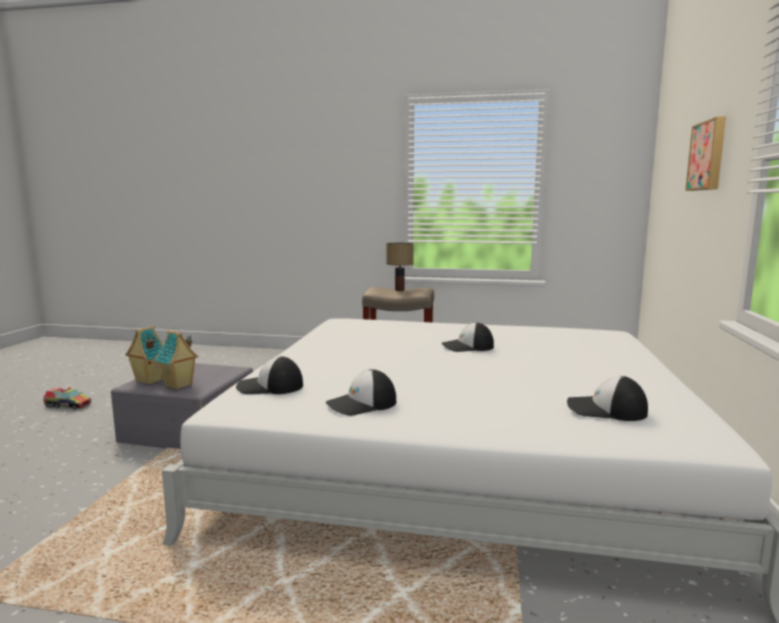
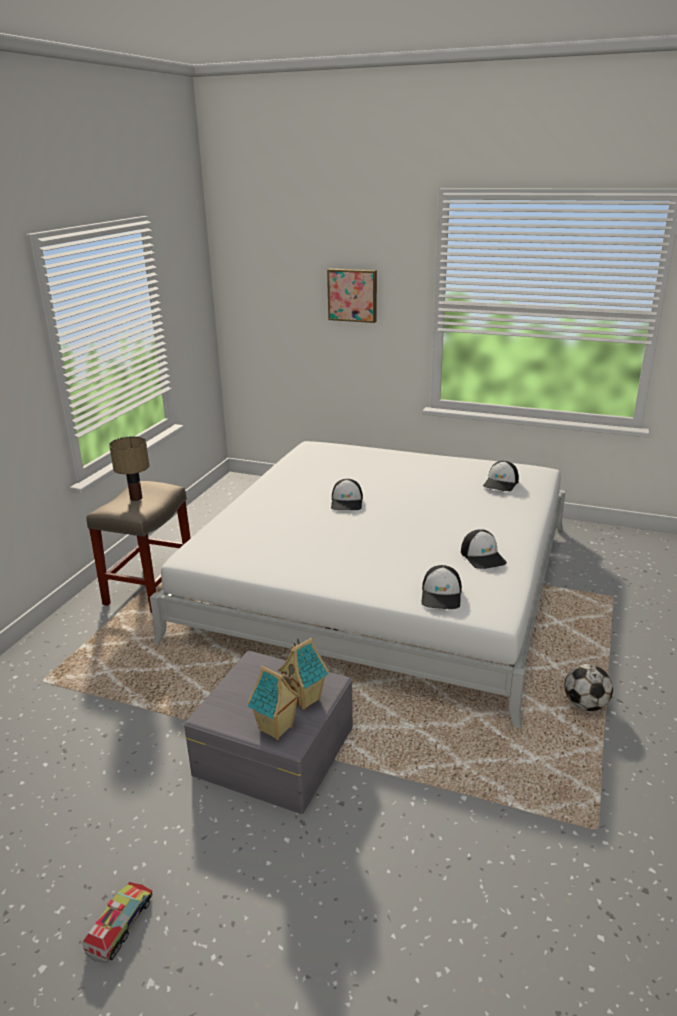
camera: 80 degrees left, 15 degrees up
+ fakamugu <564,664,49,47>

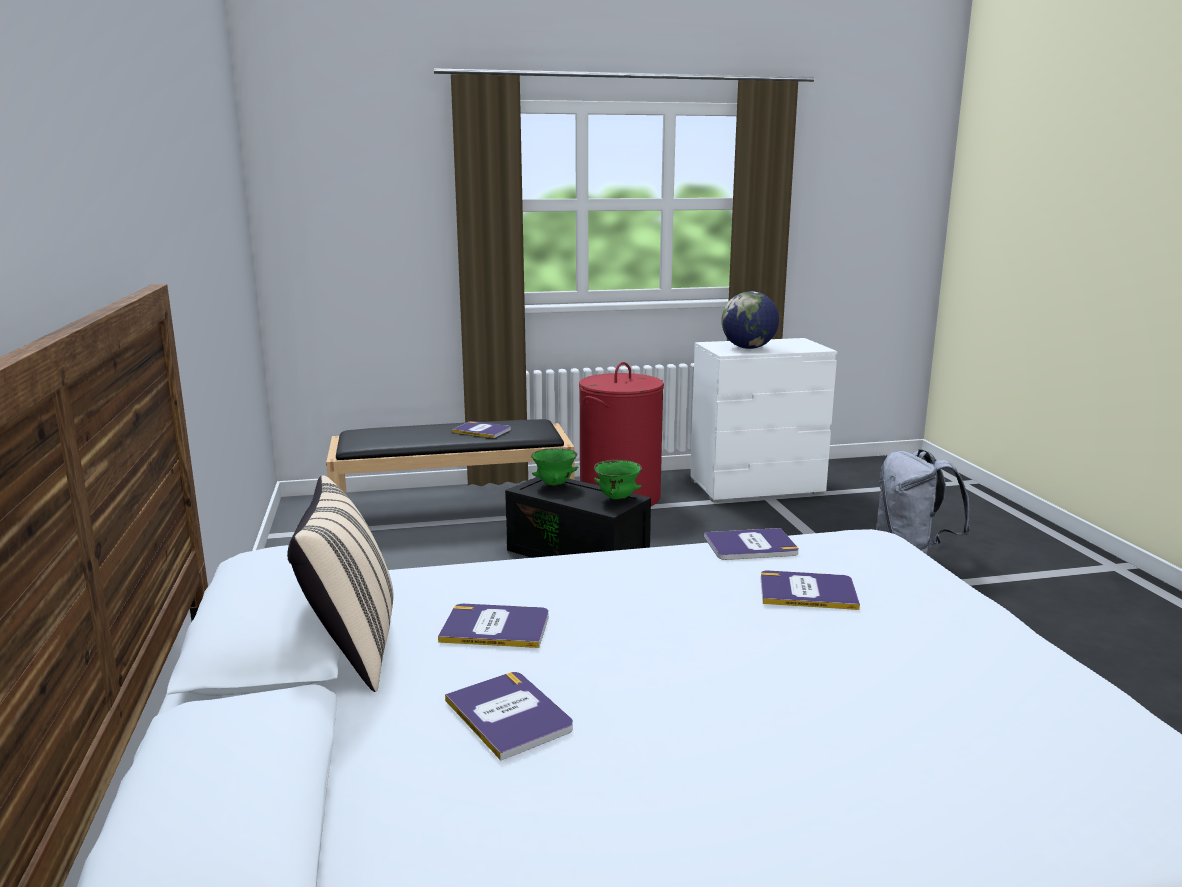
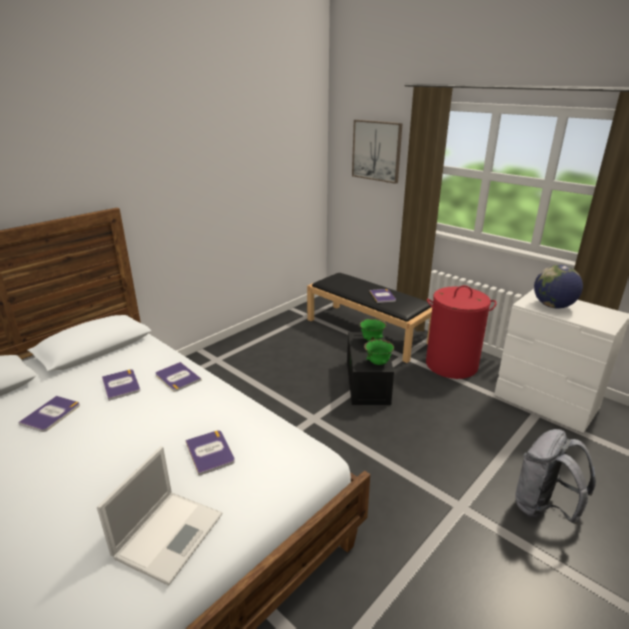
camera: 55 degrees right, 10 degrees up
- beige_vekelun <287,475,107,217>
~ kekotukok <704,528,95,32> to <156,362,45,30>
+ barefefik <352,120,51,64>
+ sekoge <97,446,125,140>

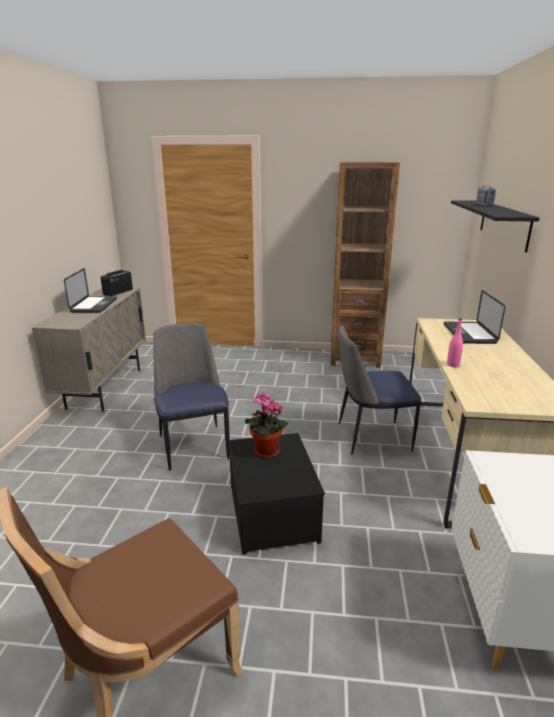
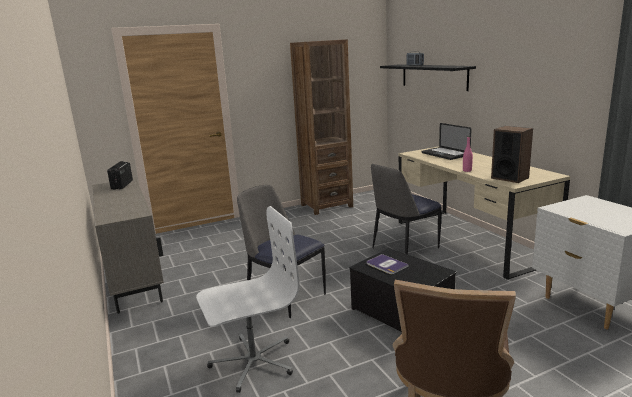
camera: 30 degrees left, 5 degrees down
- sekoge <64,268,53,45>
~ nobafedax <245,392,43,66> to kekotukok <367,254,42,20>
+ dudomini <491,126,42,57>
+ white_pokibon <196,206,104,187>

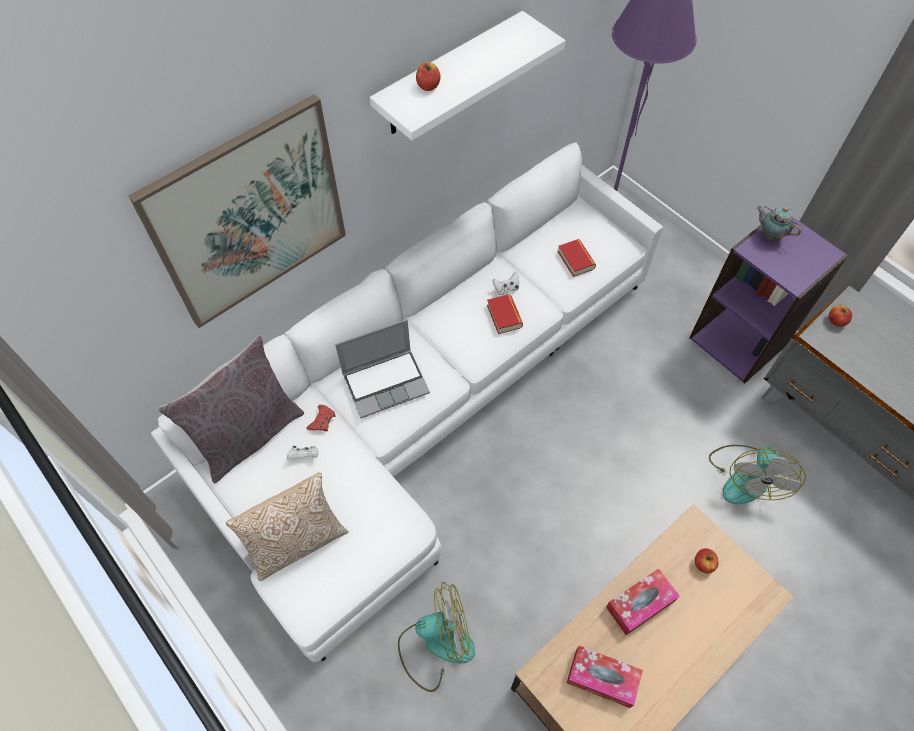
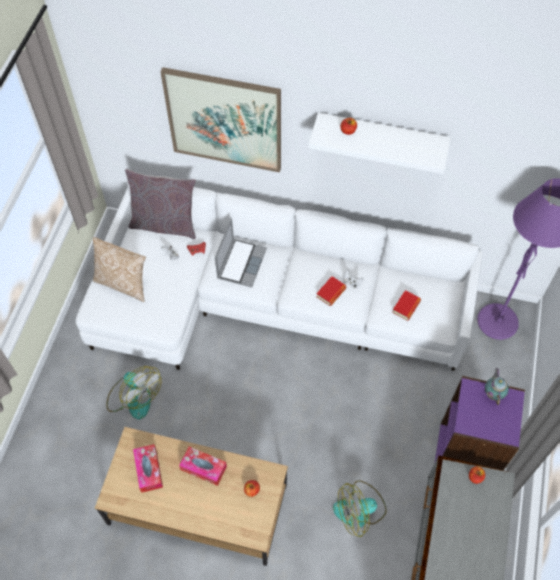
camera: 55 degrees right, 0 degrees up
~ sekoge <335,319,95,100> = <215,218,52,70> 105 degrees counterclockwise

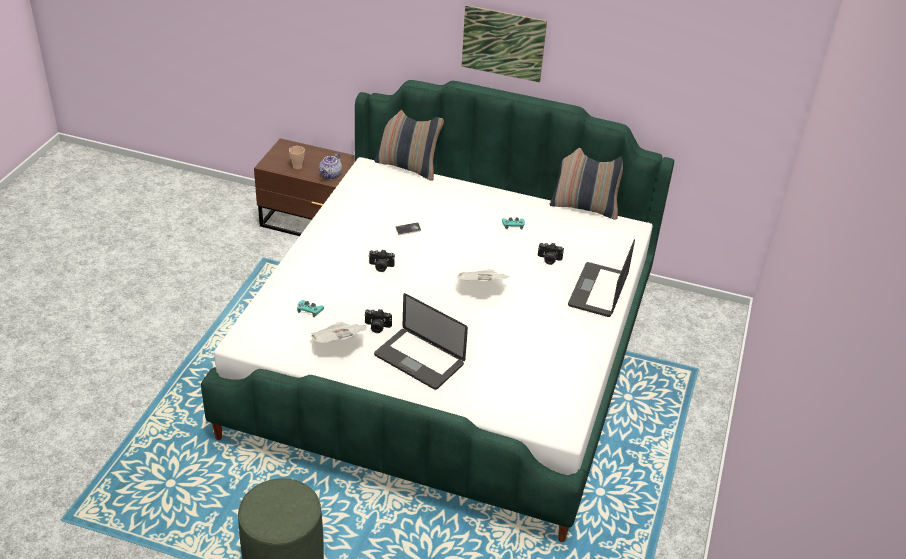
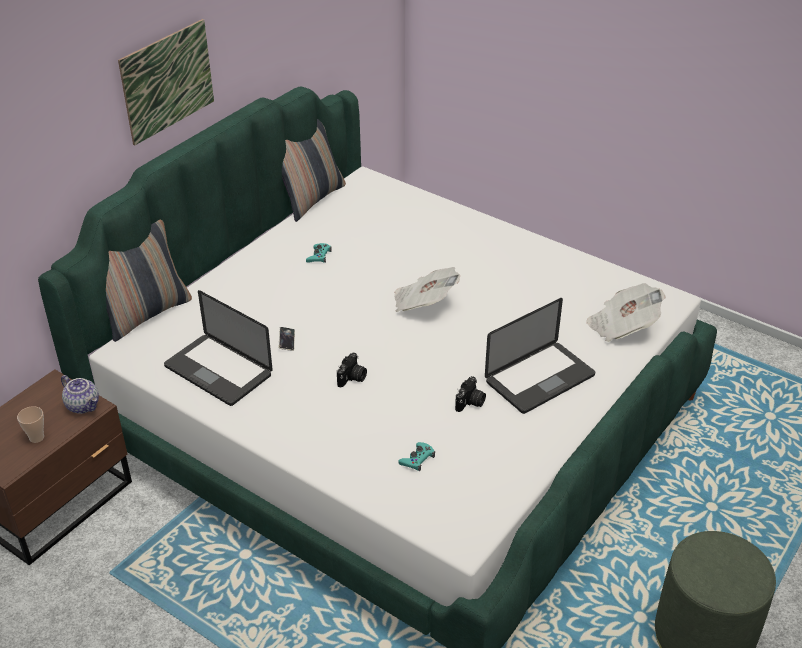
camera: 70 degrees left, 0 degrees up
~ sekoge <568,239,67,78> to <164,290,109,116>
- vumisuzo <538,243,26,22>
~ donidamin <311,322,56,21> to <586,283,80,59>

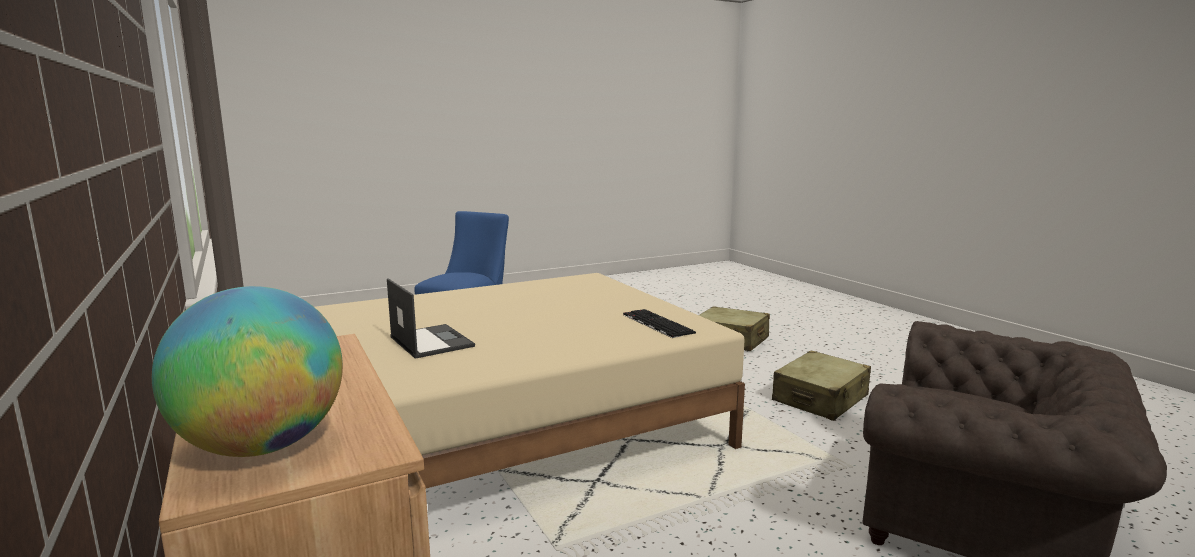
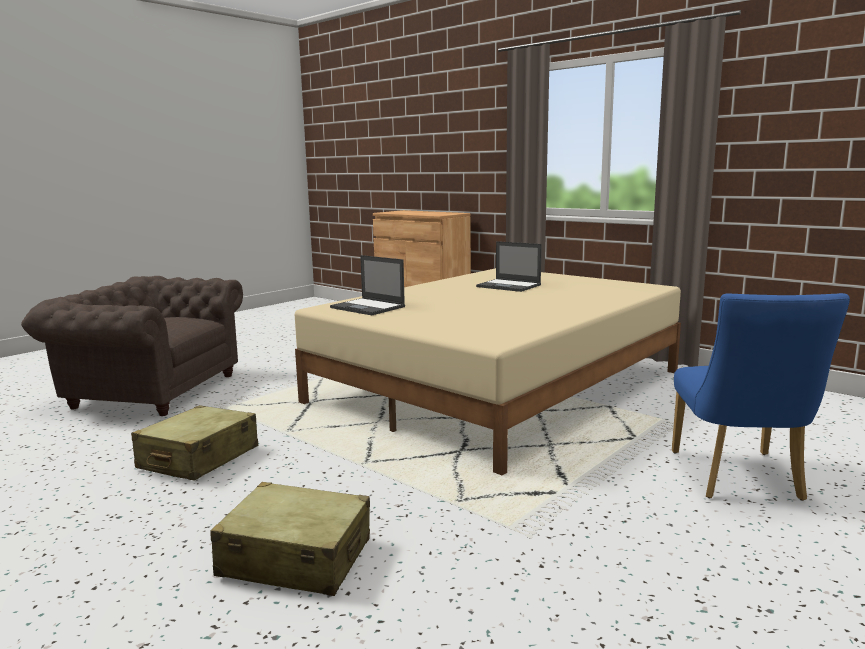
camera: 160 degrees right, 0 degrees up
- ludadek <151,286,192,171>
~ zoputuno <623,309,73,29> to sekoge <330,255,75,60>

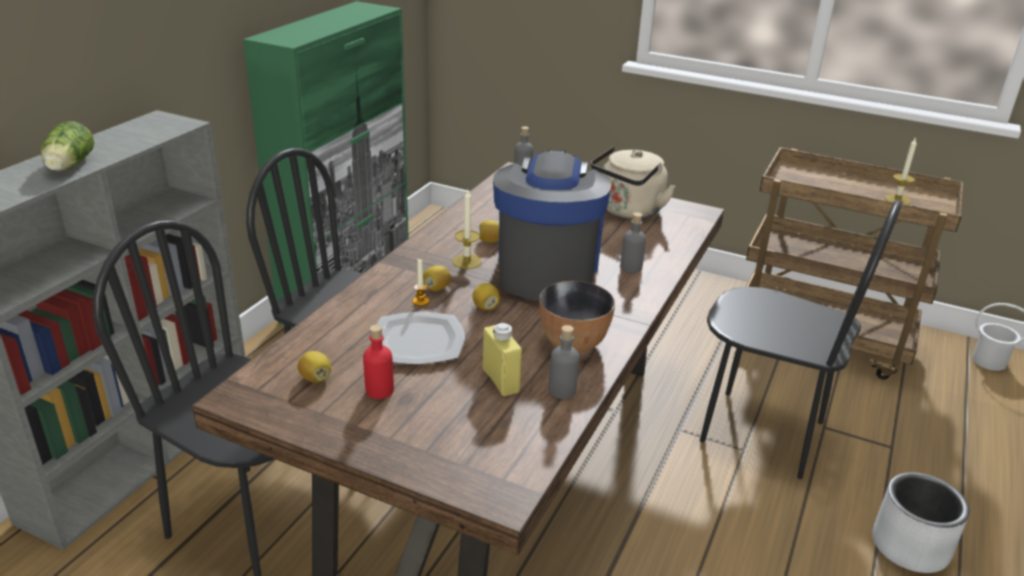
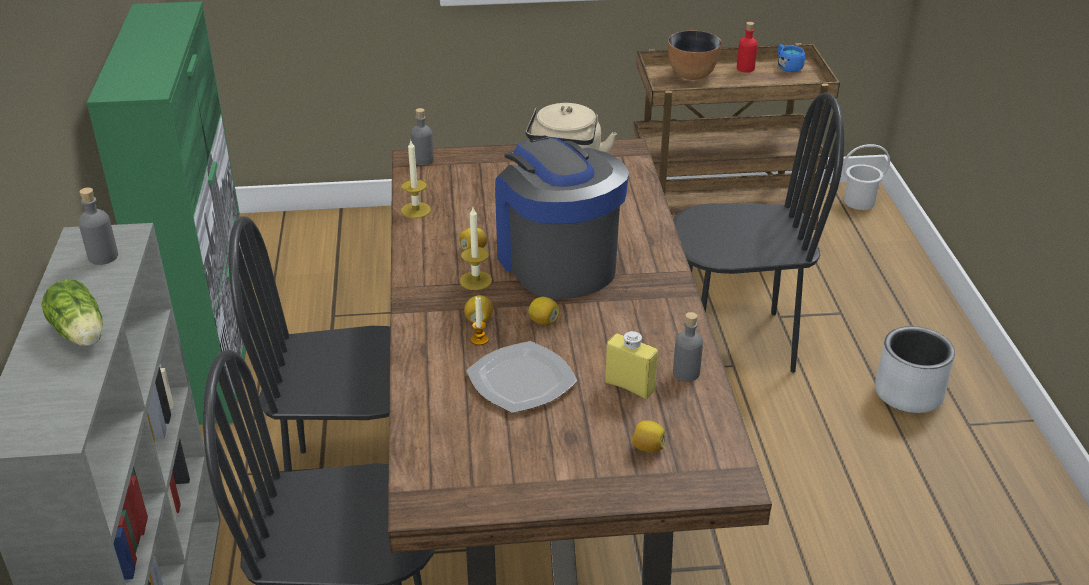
camera: 30 degrees left, 5 degrees up
~ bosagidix <885,137,32,68> to <401,141,30,77>
~ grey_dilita <620,212,26,61> to <78,187,40,78>
~ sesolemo <539,281,76,72> to <668,31,54,49>
~ red_dilita <363,325,31,74> to <737,22,21,50>
~ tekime <298,351,33,32> to <632,421,33,31>
+ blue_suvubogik <778,44,27,28>

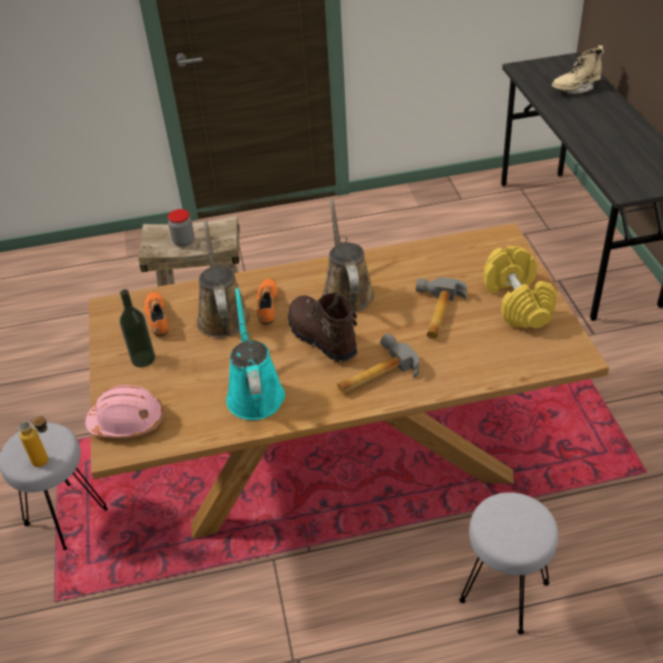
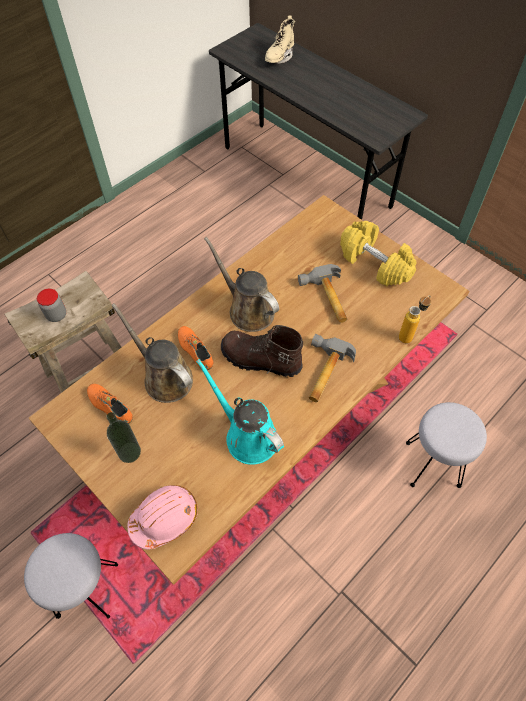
camera: 35 degrees left, 15 degrees up
~ dilita <18,415,30,52> to <399,295,32,48>

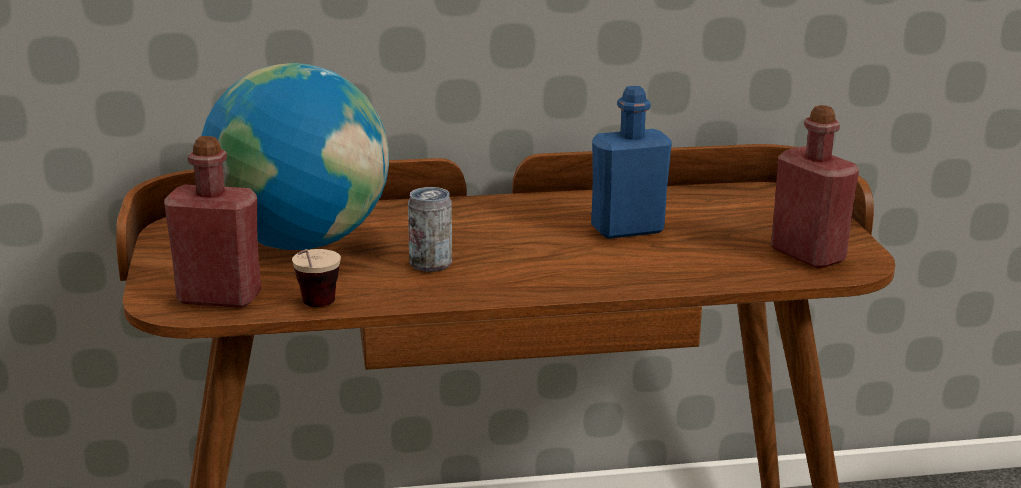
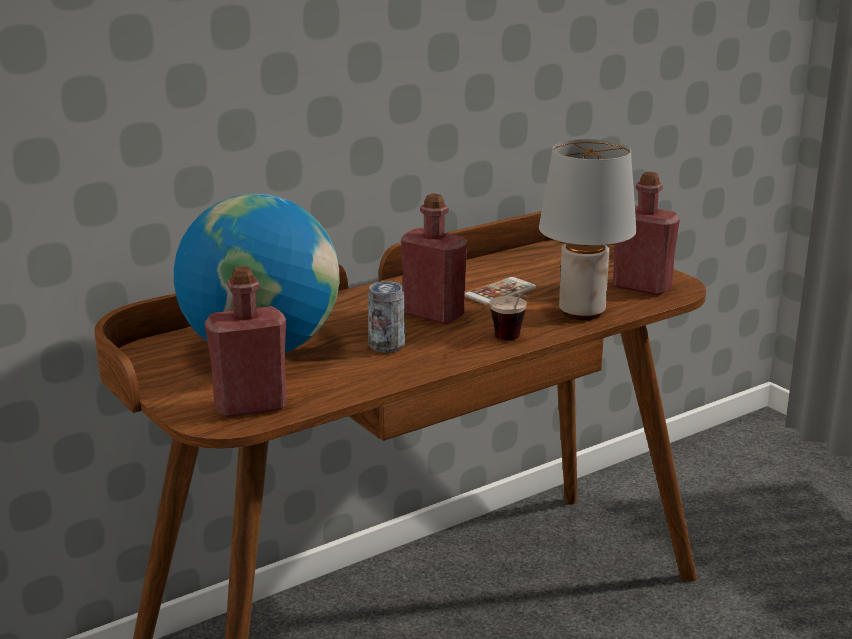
camera: 25 degrees left, 0 degrees up
~ blue_dilita <591,86,81,153> to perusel <465,277,71,28>
~ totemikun <292,249,49,58> to <490,294,40,46>
+ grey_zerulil <539,139,97,181>
+ red_dilita <401,193,66,132>

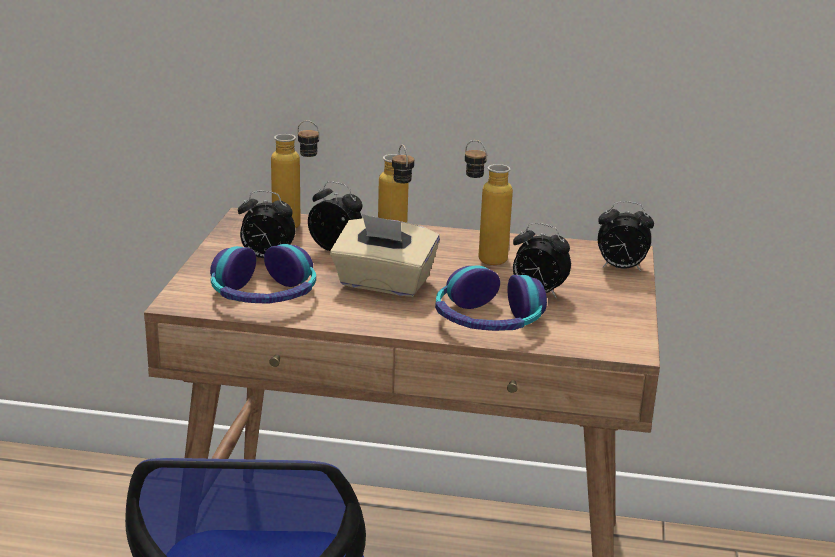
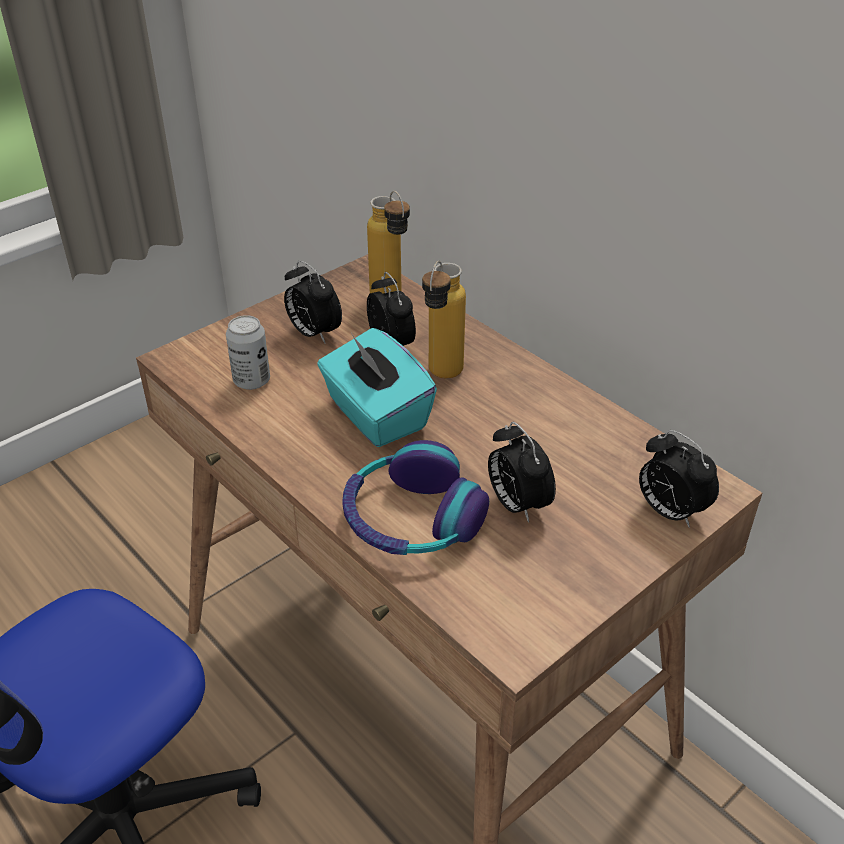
camera: 40 degrees right, 15 degrees up
- dilita <465,140,48,125>
~ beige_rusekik <330,214,110,83> to turquoise_rusekik <317,328,120,119>
~ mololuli <210,244,106,60> to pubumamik <226,315,44,75>

